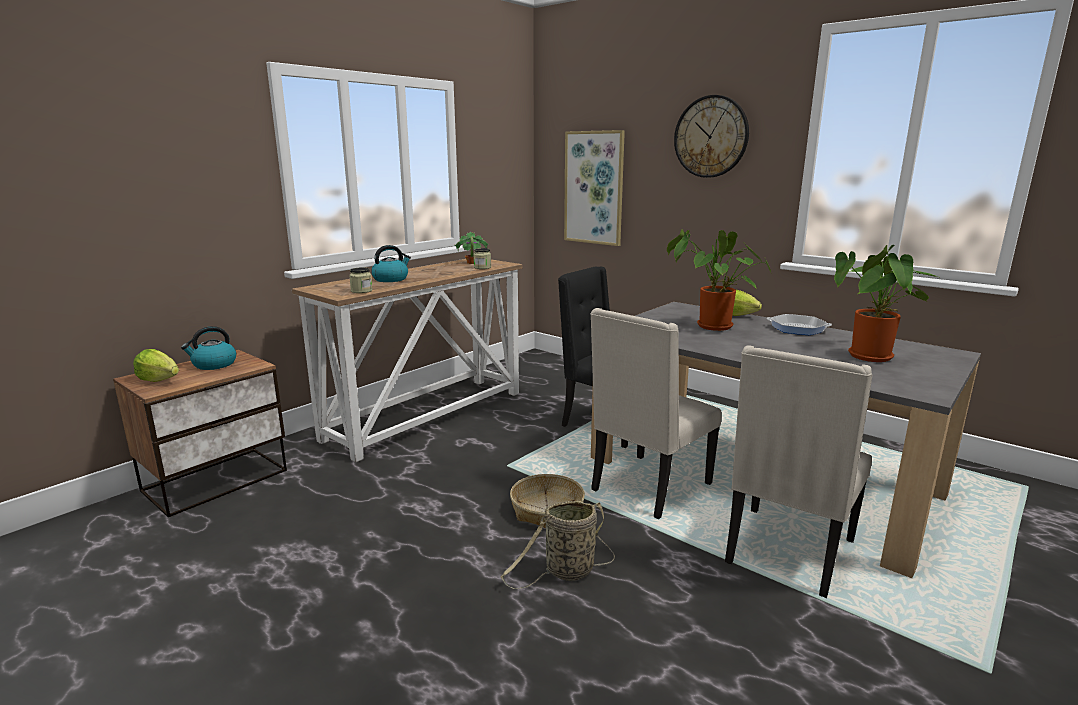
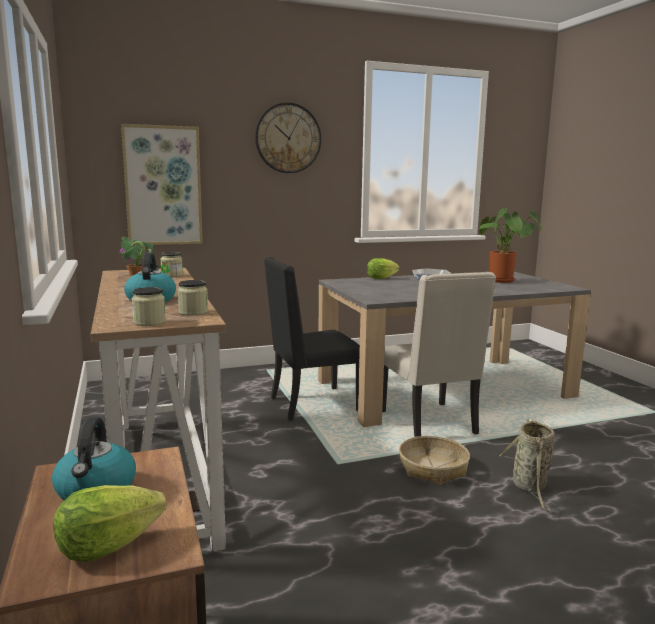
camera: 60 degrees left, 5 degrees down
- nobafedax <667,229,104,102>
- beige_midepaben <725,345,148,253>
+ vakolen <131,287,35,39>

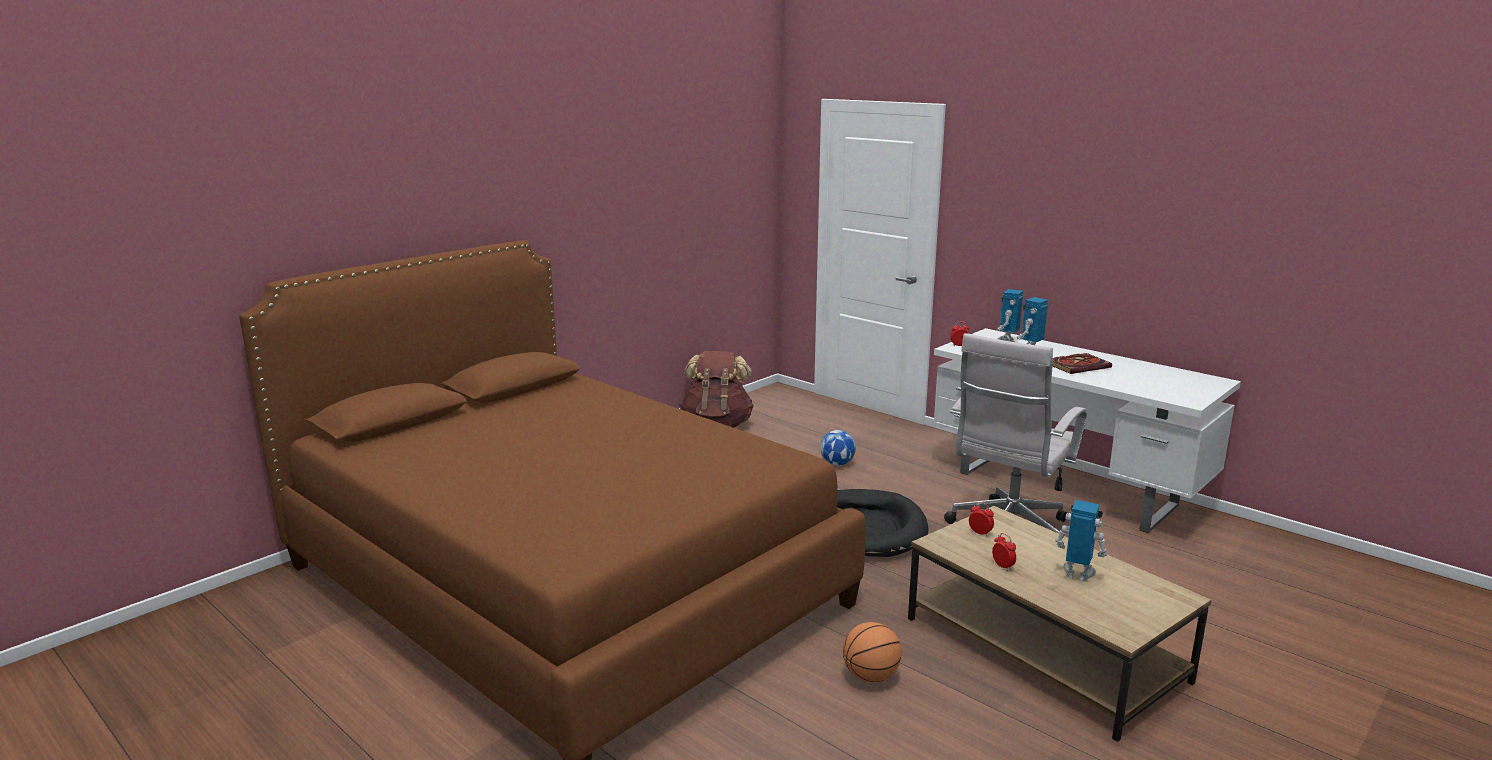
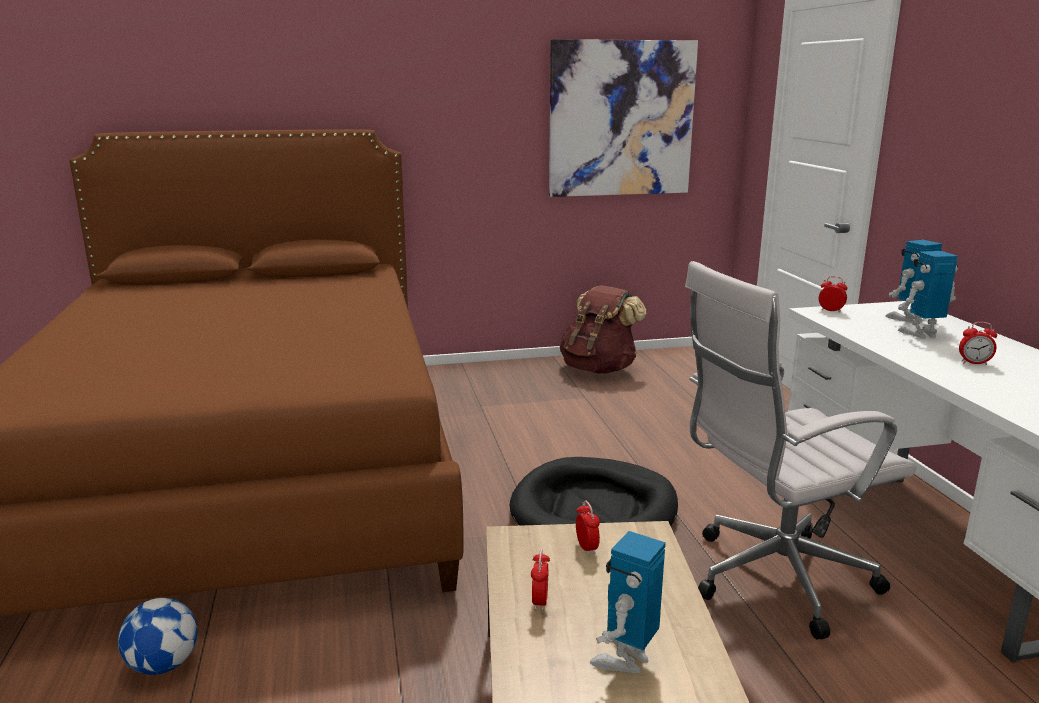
camera: 35 degrees right, 0 degrees up
~ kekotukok <1052,353,60,21> to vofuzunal <959,322,38,43>
~ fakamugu <820,430,36,35> to <118,598,80,77>
~ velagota <1056,500,51,82> = <590,531,76,142> 120 degrees counterclockwise
- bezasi <843,622,59,60>
+ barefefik <549,39,149,158>

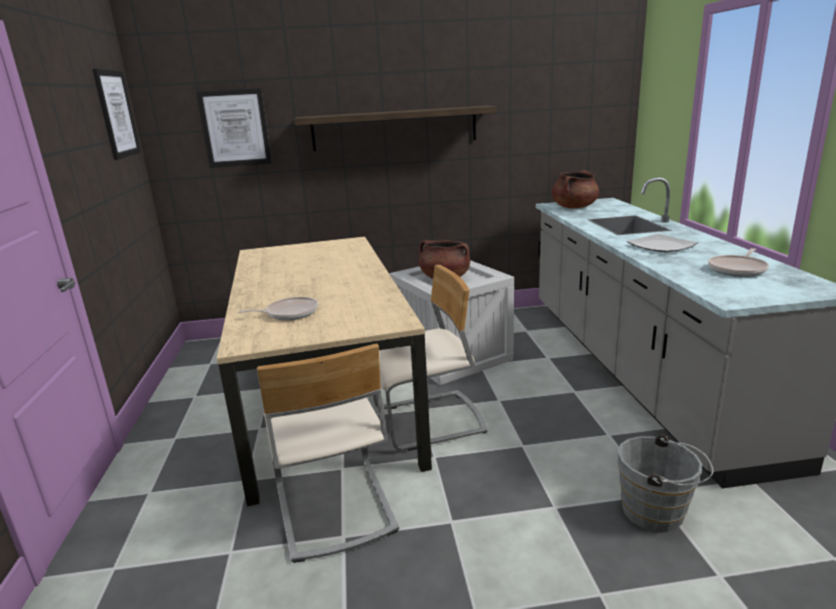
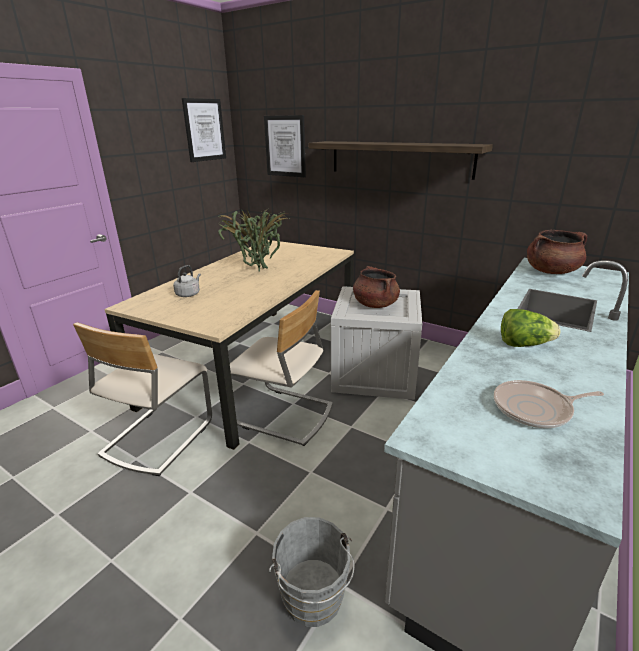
camera: 40 degrees right, 5 degrees up
~ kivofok <627,234,71,18> to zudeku <501,309,59,38>
~ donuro <238,297,80,23> to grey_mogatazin <173,265,28,32>
+ nobafedax <218,209,72,63>

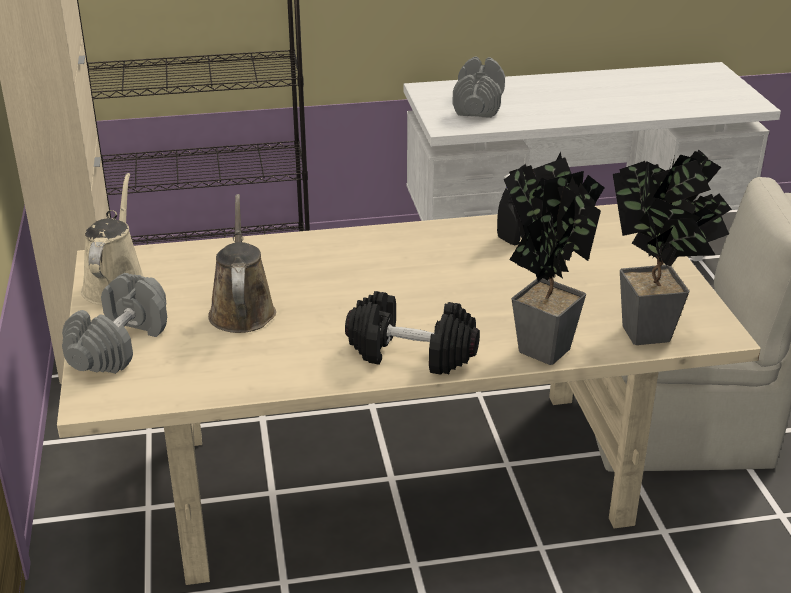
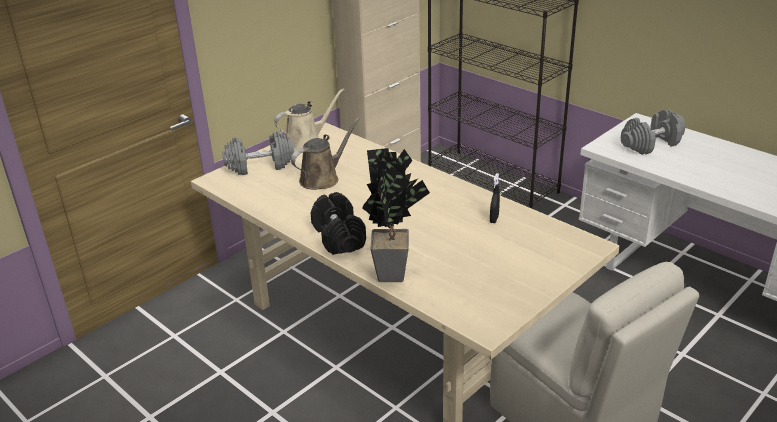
camera: 55 degrees right, 0 degrees up
- nobafedax <613,150,119,195>

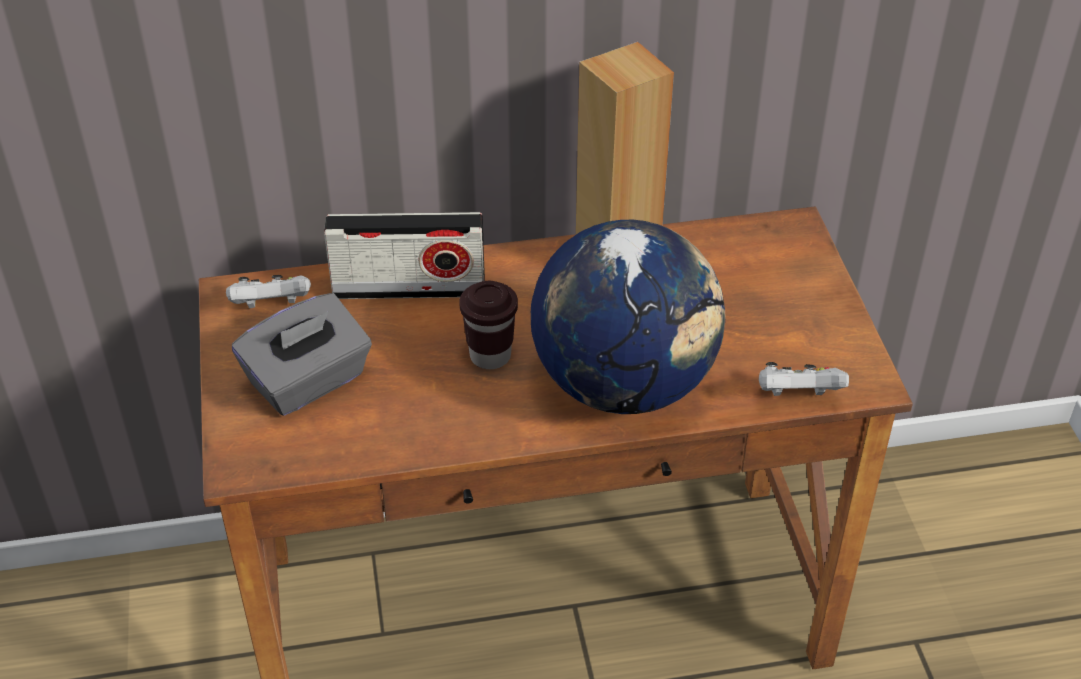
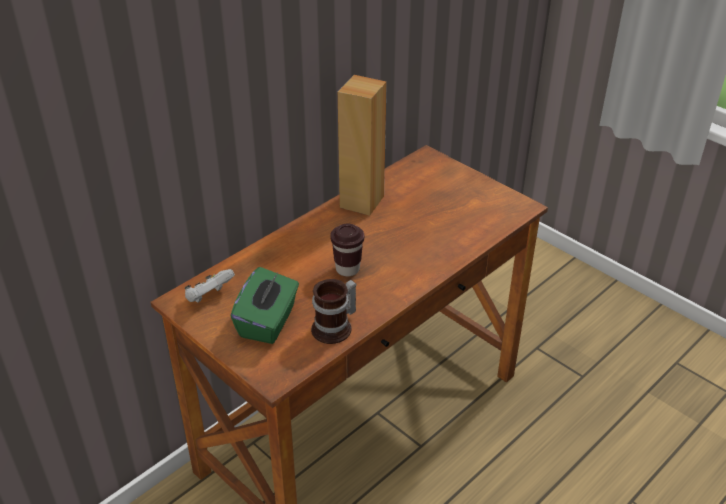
camera: 35 degrees left, 5 degrees down
- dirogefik <324,212,161,87>
- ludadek <531,220,195,194>
~ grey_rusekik <232,293,140,123> to green_rusekik <231,267,68,77>
- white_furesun <759,362,90,34>
+ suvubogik <311,279,45,65>

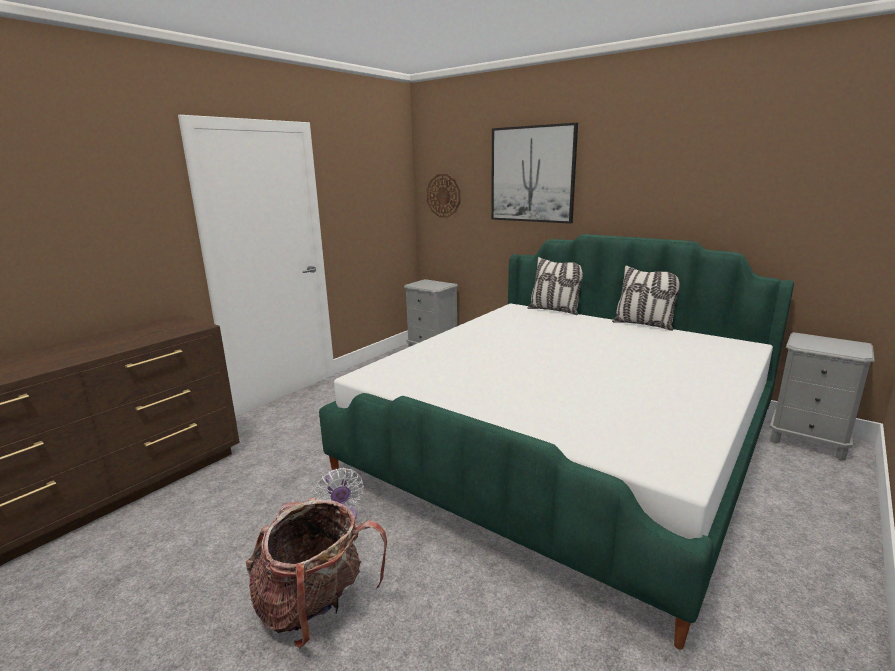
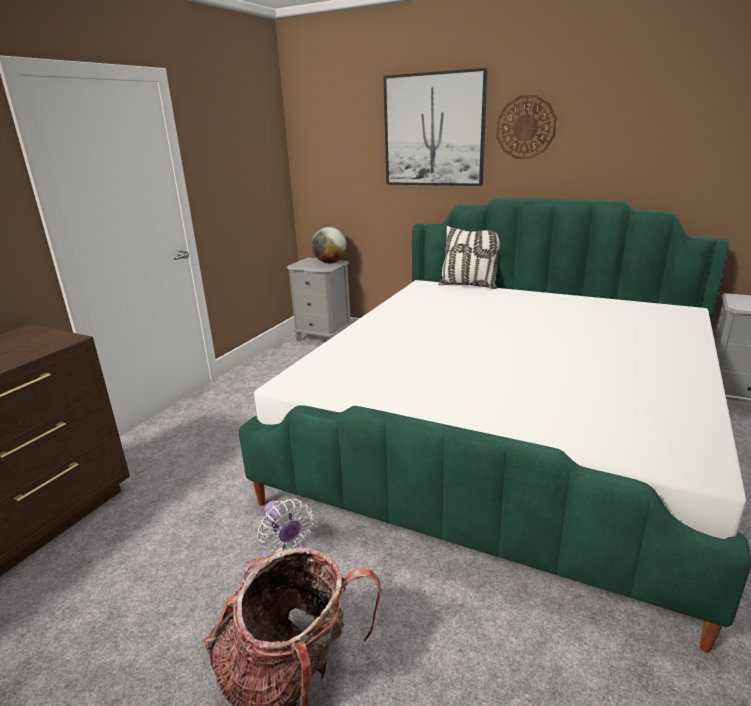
camera: 10 degrees left, 5 degrees up
~ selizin <427,174,33,44> to <496,95,61,64>
- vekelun <612,265,68,66>
+ ludadek <311,227,36,36>

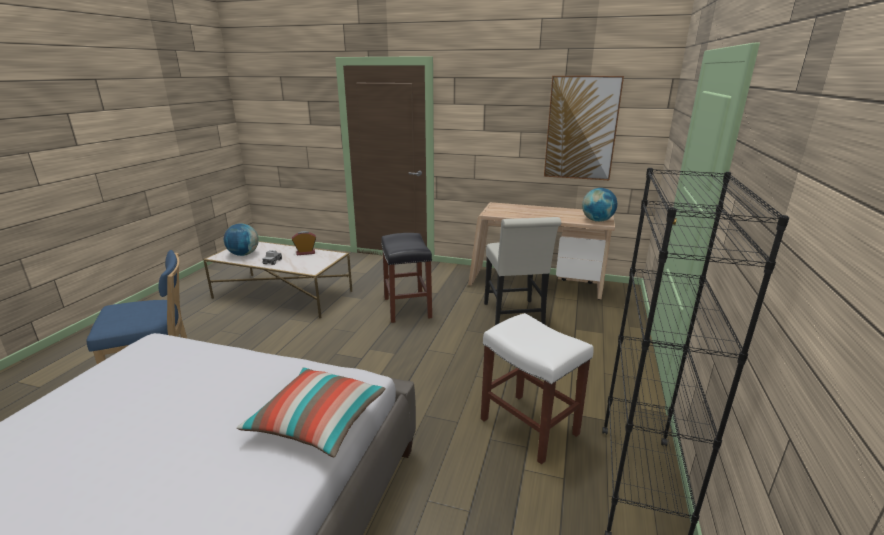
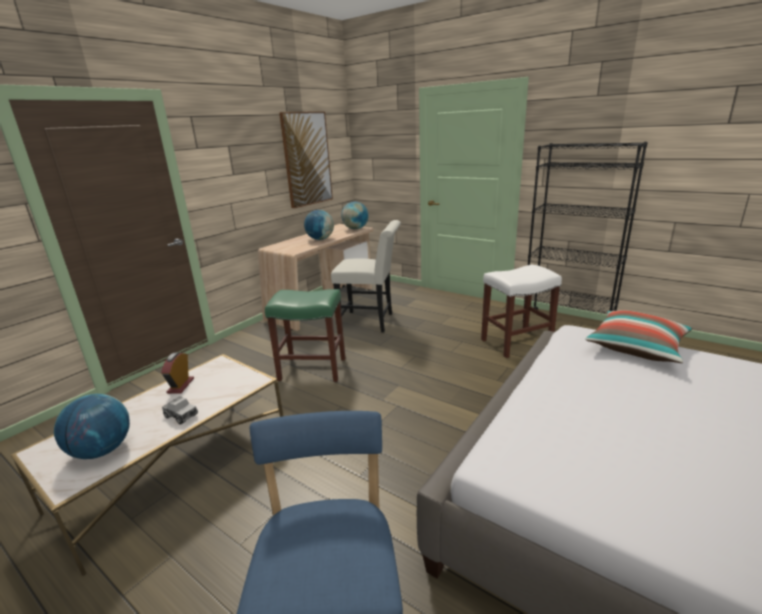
camera: 70 degrees left, 0 degrees up
~ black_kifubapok <381,233,51,90> to green_kifubapok <265,289,80,93>
+ ludadek <304,210,30,30>

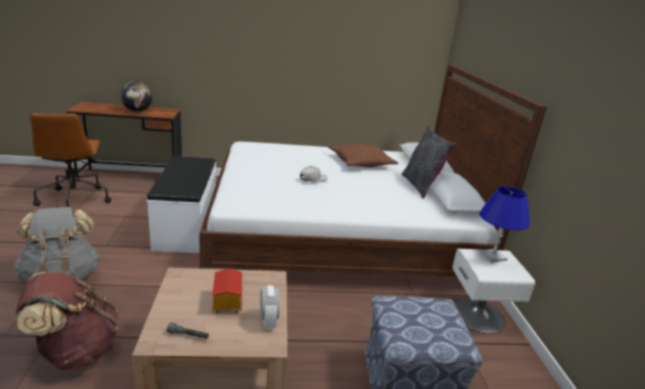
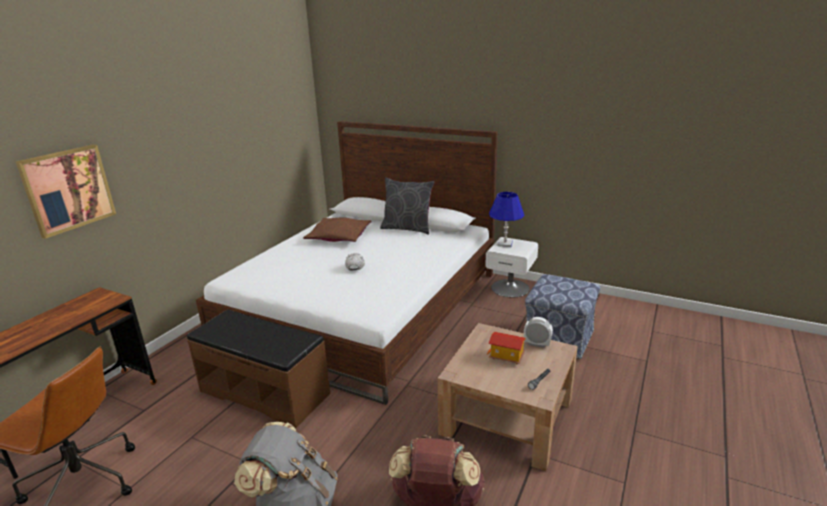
camera: 55 degrees left, 0 degrees up
- ludadek <120,81,32,31>
~ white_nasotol <147,156,69,97> to brown_nasotol <187,310,143,118>
+ barefefik <16,144,100,95>

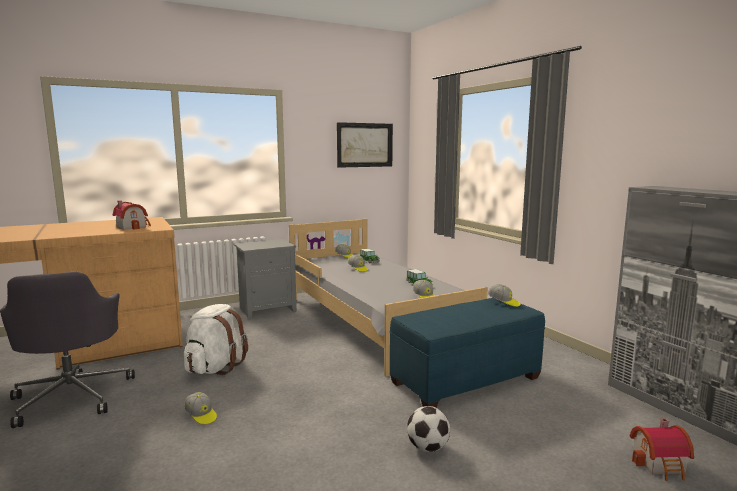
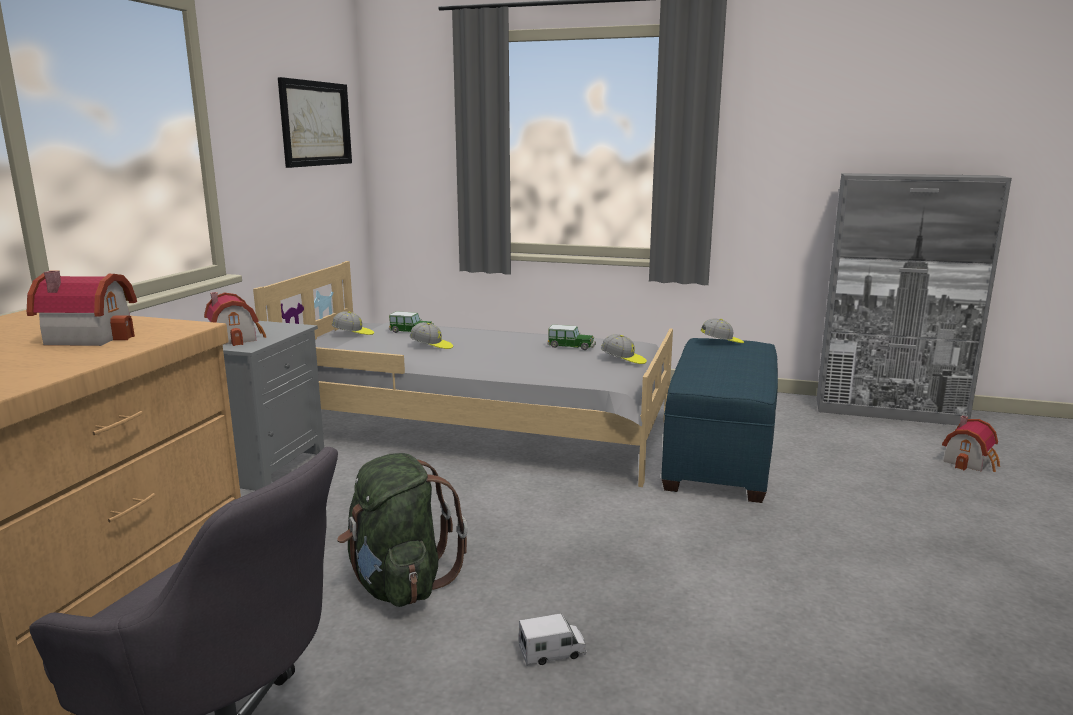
camera: 45 degrees left, 5 degrees up
~ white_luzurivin <184,304,64,71> to green_luzurivin <337,453,131,154>
~ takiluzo <184,392,33,33> to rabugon <519,613,68,53>
- fakamugu <407,406,43,46>
+ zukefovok <204,292,62,54>

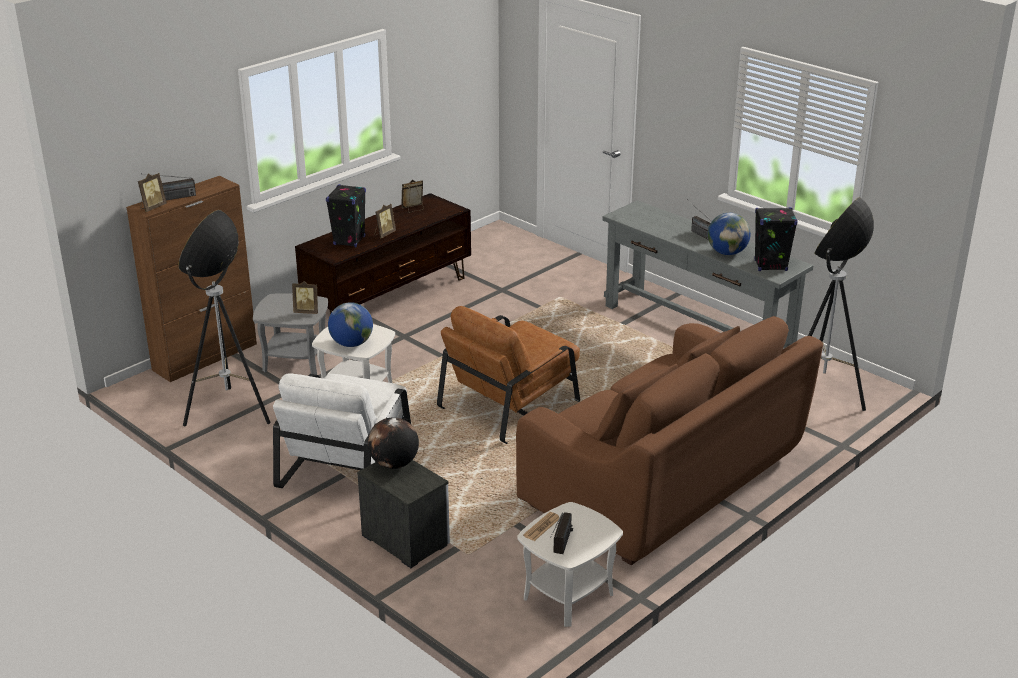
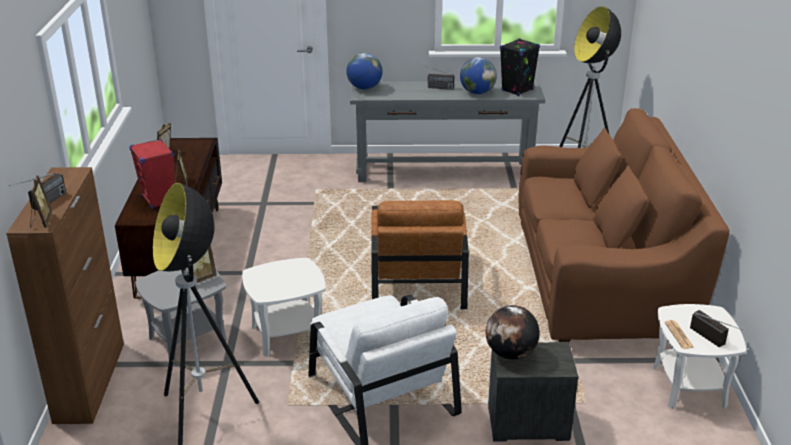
camera: 45 degrees left, 0 degrees up
~ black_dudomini <326,184,40,63> to red_dudomini <130,139,45,70>
~ ludadek <328,302,45,45> to <346,53,37,37>

